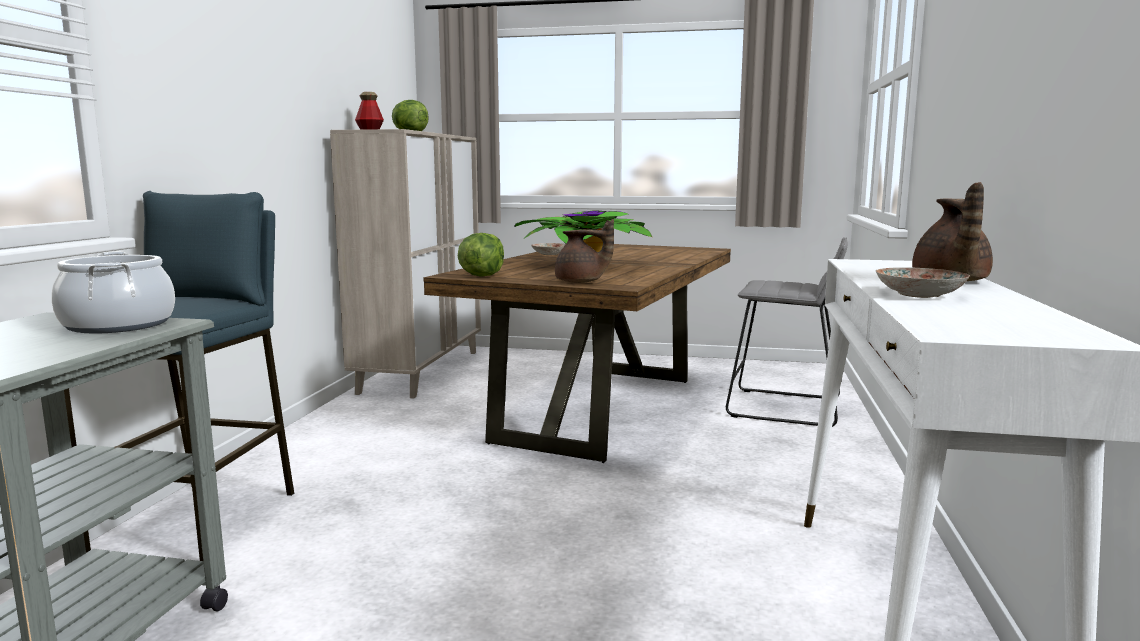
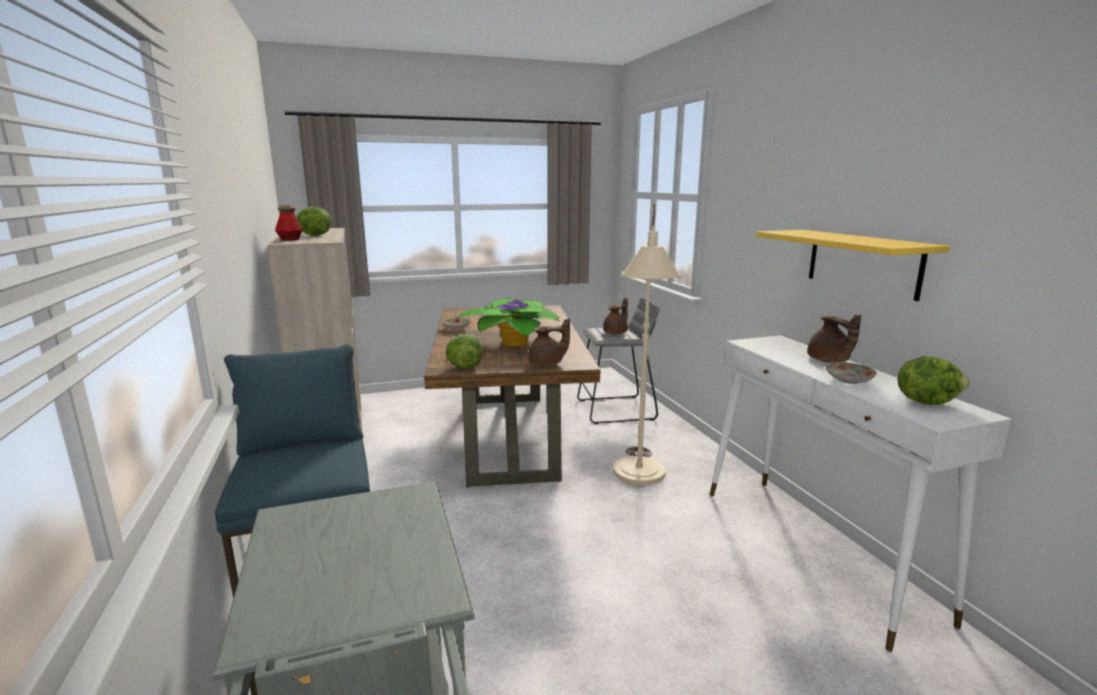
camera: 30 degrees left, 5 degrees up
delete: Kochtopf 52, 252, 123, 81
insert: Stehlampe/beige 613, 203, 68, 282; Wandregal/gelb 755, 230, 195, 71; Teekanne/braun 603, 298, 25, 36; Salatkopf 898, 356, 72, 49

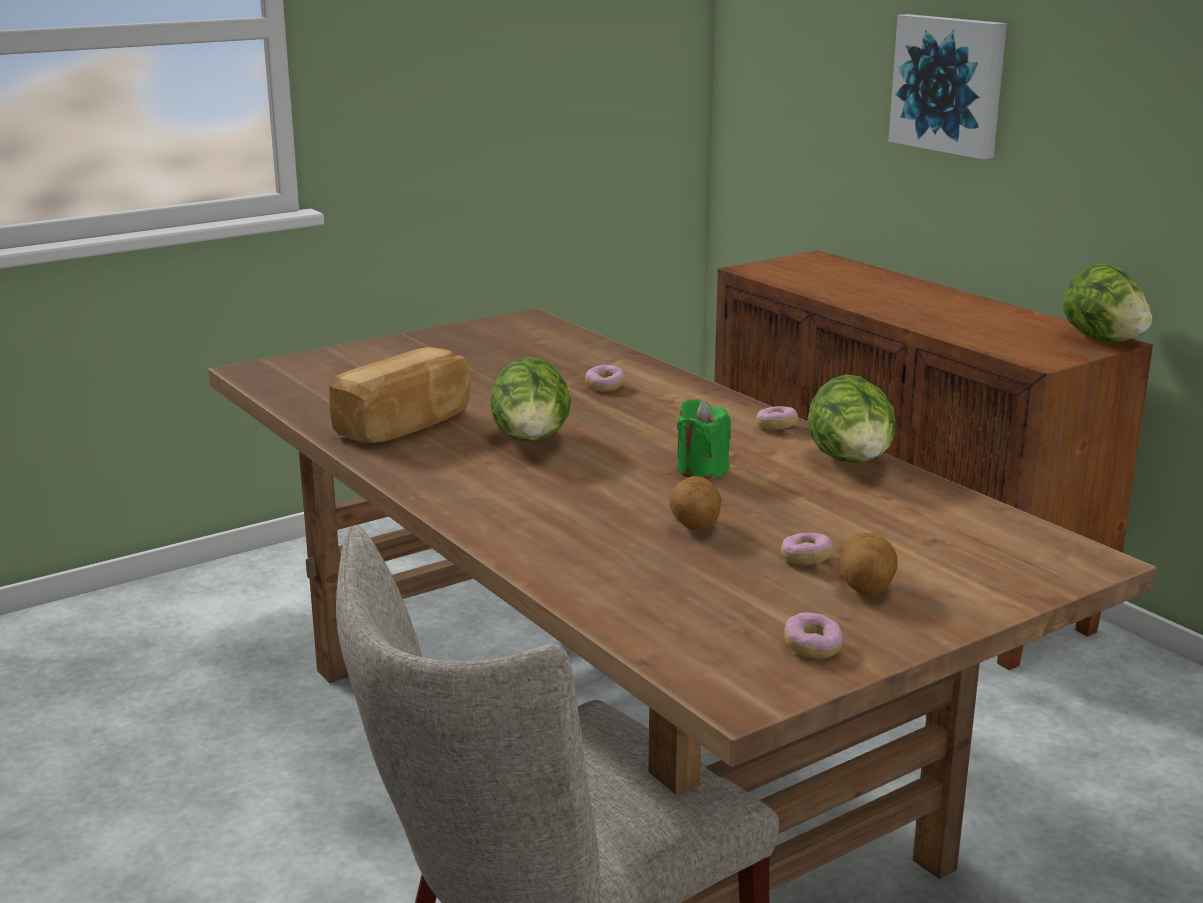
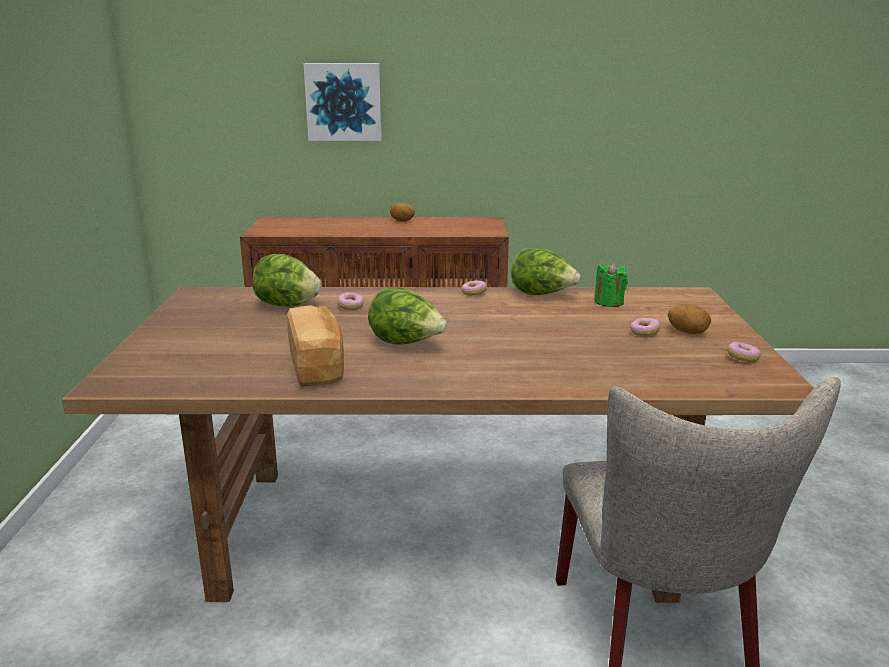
camera: 55 degrees left, 0 degrees up
move: Salatkopf 1063, 264, 89, 79 to 253, 254, 68, 52; Kerze/grün 677, 399, 54, 80 to 594, 262, 34, 45; Kartoffel 669, 476, 53, 54 to 390, 203, 25, 19

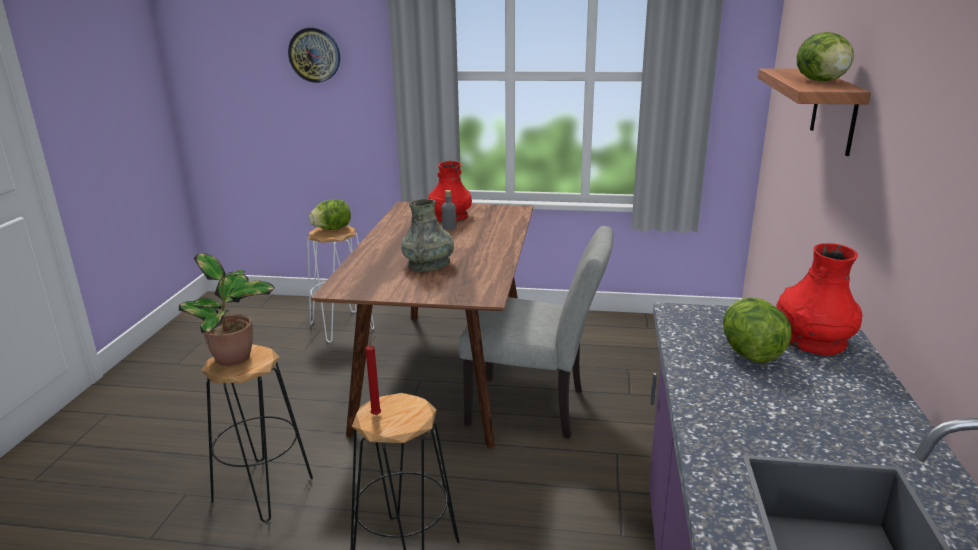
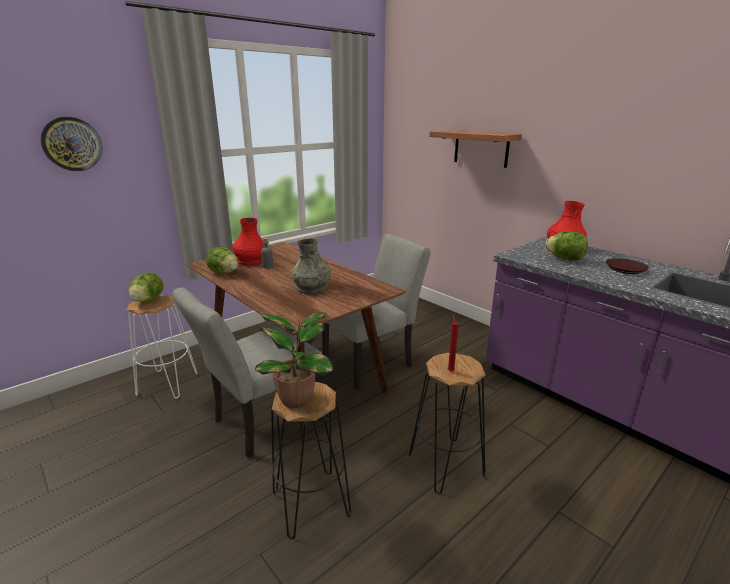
camera: 50 degrees left, 0 degrees up
insert: Teller/braun 606, 258, 43, 16; Stuhl/grau 172, 287, 152, 171
move: Salatkopf 797, 32, 56, 50 to 206, 247, 32, 27

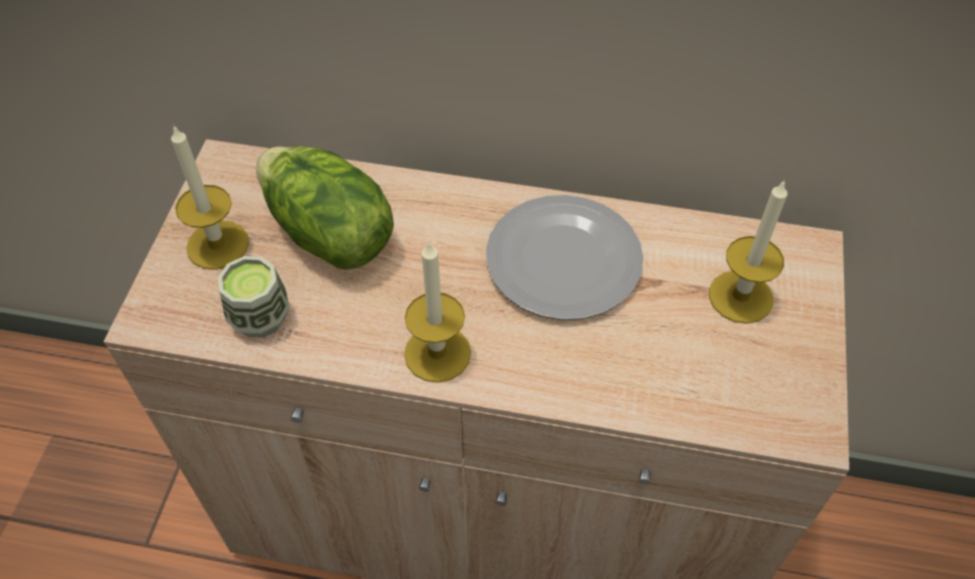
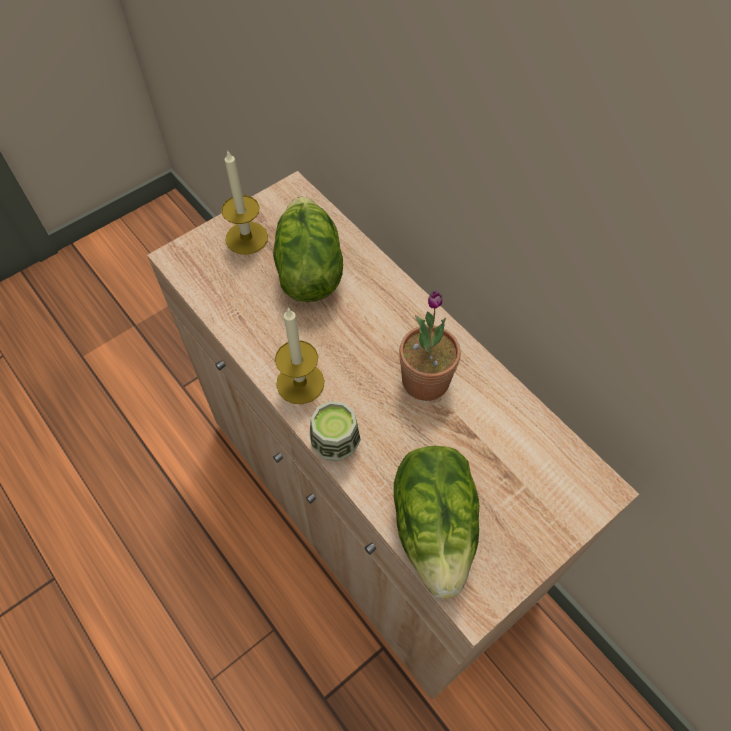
camera: 40 degrees right, 5 degrees up
delete: Kerze 709, 179, 78, 145
insert: Salatkopf 394, 446, 85, 152
move: Tasse 218, 256, 71, 82 to 310, 401, 51, 60
replace: Teller 486, 195, 158, 125 to Topfpflanze 399, 290, 62, 111

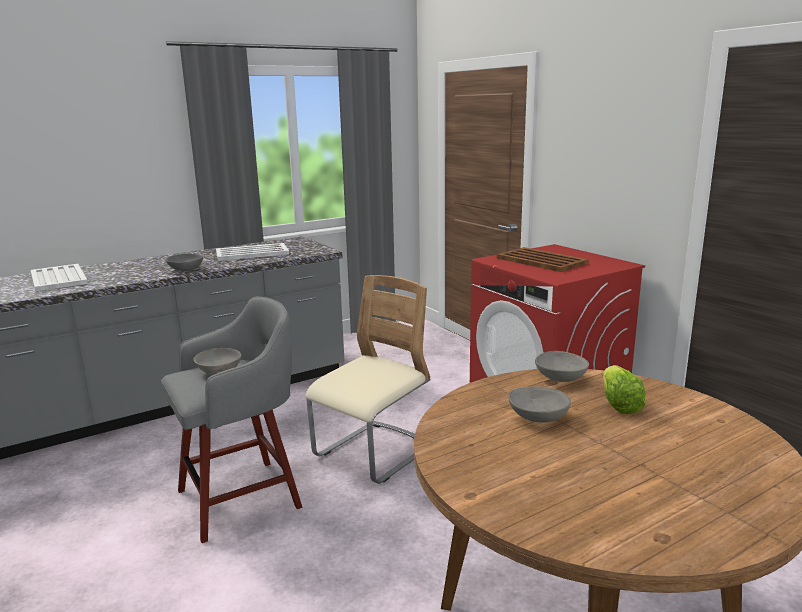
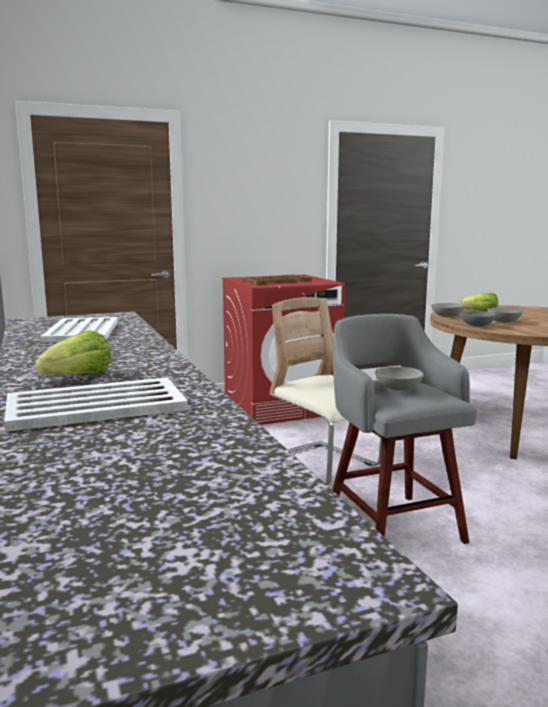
camera: 80 degrees left, 5 degrees down
insert: Salatkopf 36, 330, 75, 45
move: Schüssel/grau 166, 254, 37, 17 to 460, 311, 36, 15

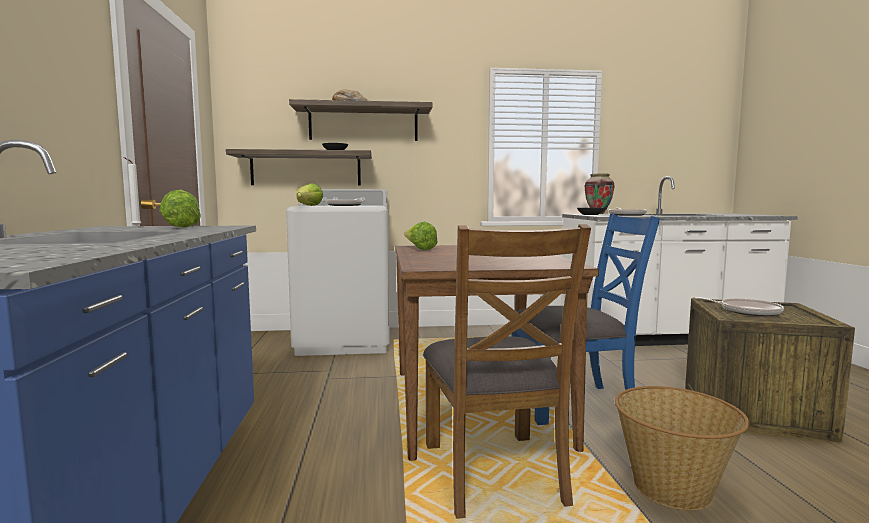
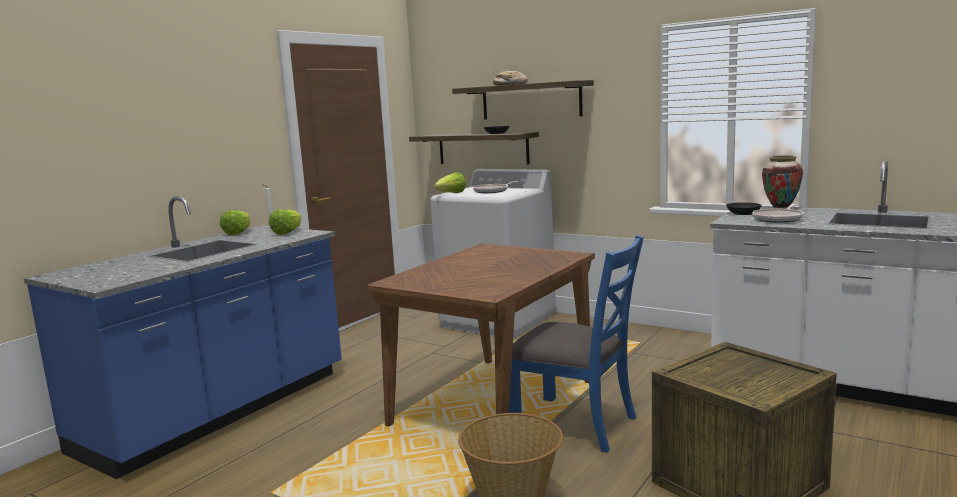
camera: 40 degrees right, 5 degrees up
delete: Stuhl/braun 423, 224, 168, 295; Pfanne 692, 297, 92, 19
move: Salatkopf 404, 221, 33, 29 to 220, 210, 30, 25

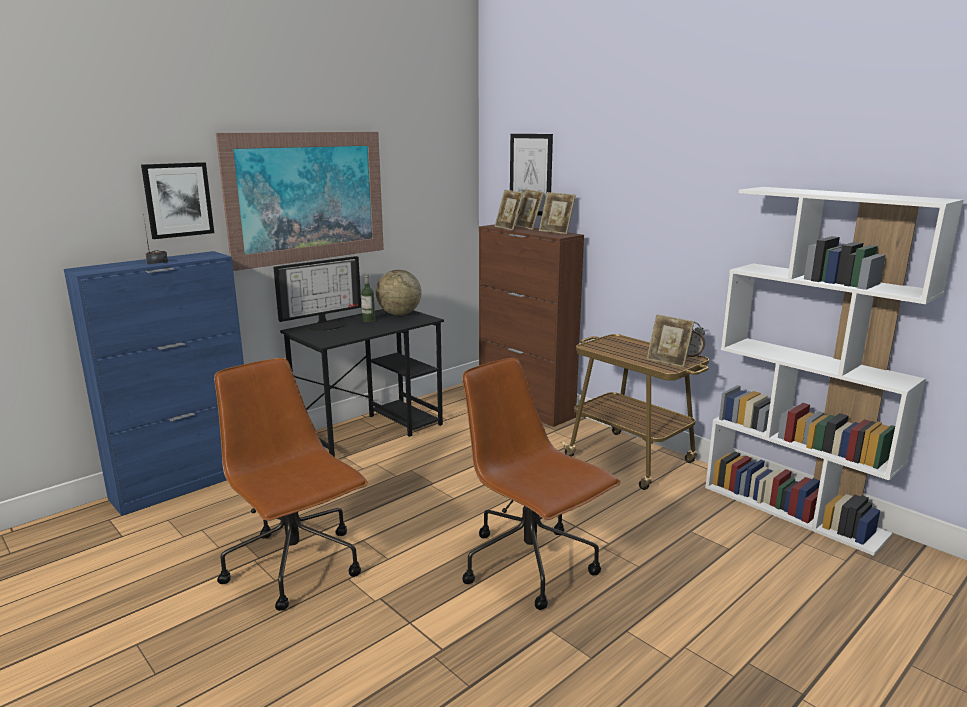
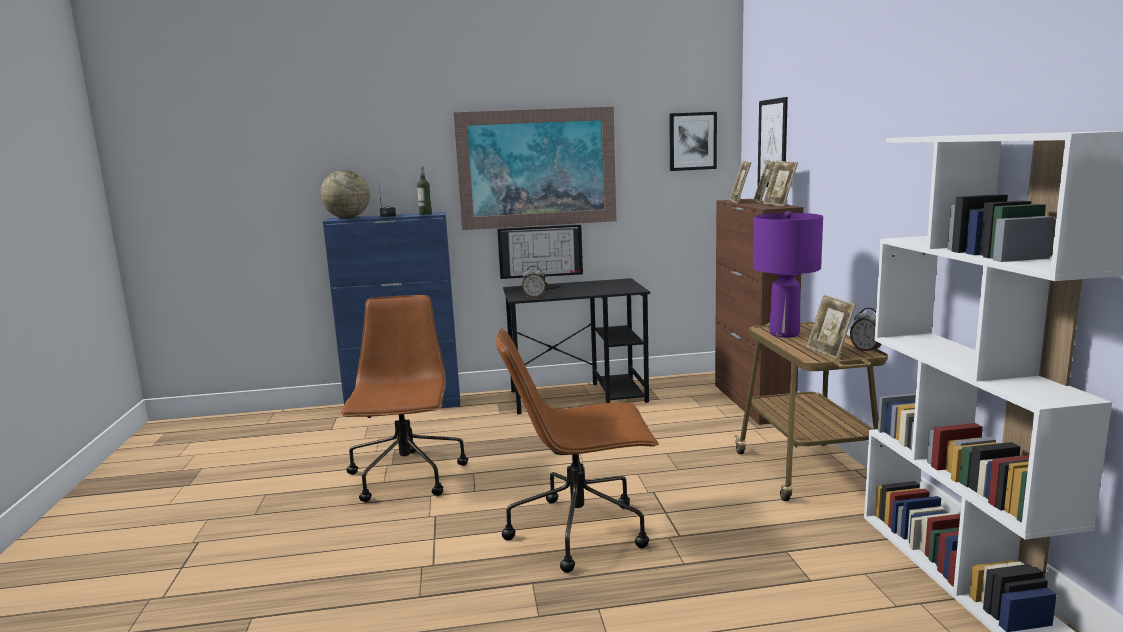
camera: 35 degrees right, 5 degrees down
insert: Tischlampe/lila 753, 211, 70, 127; Wecker 522, 266, 24, 32
move: Bild 141, 162, 73, 77 to 669, 112, 48, 59; Globus 376, 270, 46, 45 to 320, 170, 50, 48; Flasche 361, 275, 14, 47 to 417, 166, 15, 49
rotate: Bürostuhl/braun 462, 358, 158, 252 = 496, 328, 163, 245 90 degrees counterclockwise

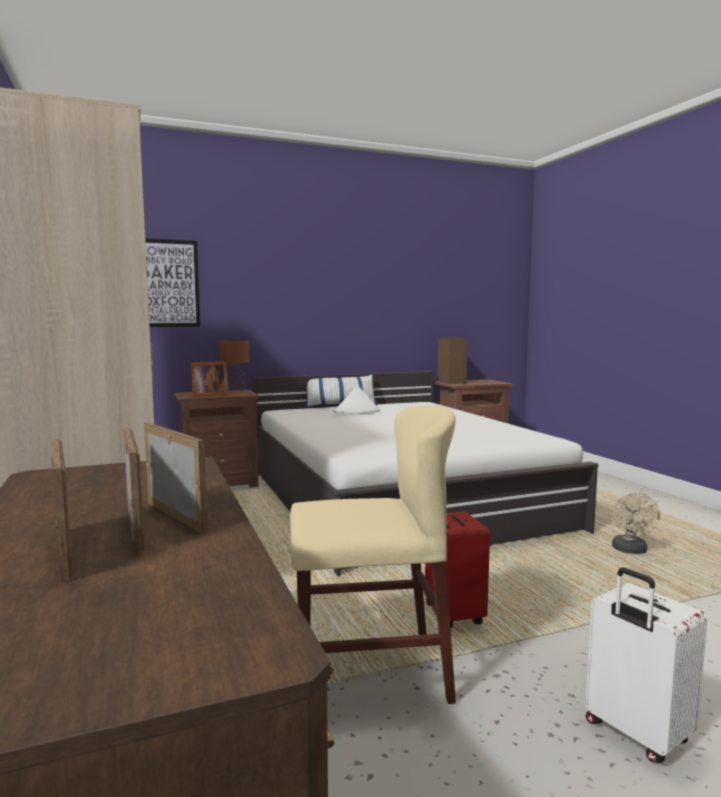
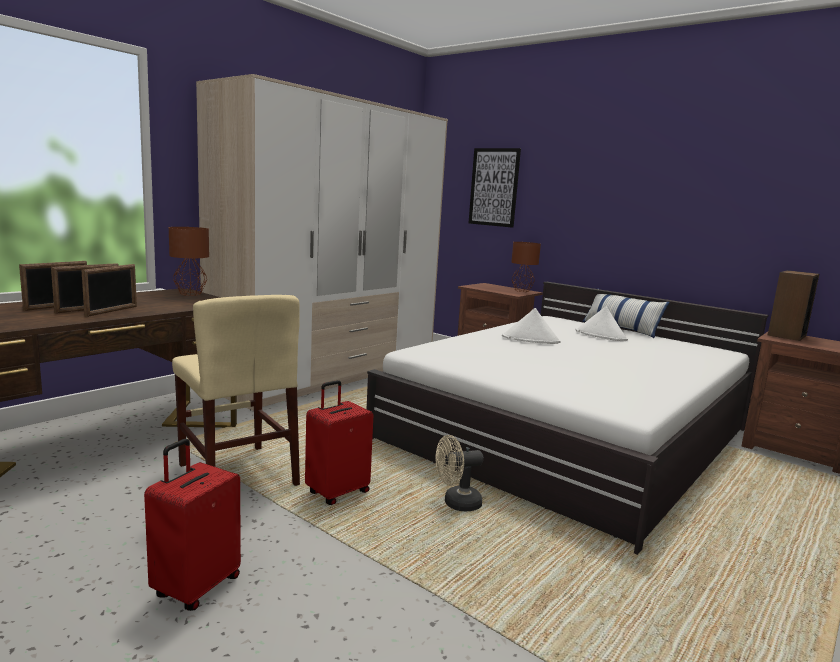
camera: 60 degrees right, 5 degrees up
delete: Bilderrahmen 191, 362, 37, 35
insert: Tischlampe/braun 169, 227, 40, 69; Hut/weiß 502, 308, 59, 36
move: Ventilator/beige 612, 493, 48, 61 to 435, 435, 49, 76
recolor: Koffer/weiß 586, 567, 121, 196 to Koffer/rot 144, 439, 97, 172

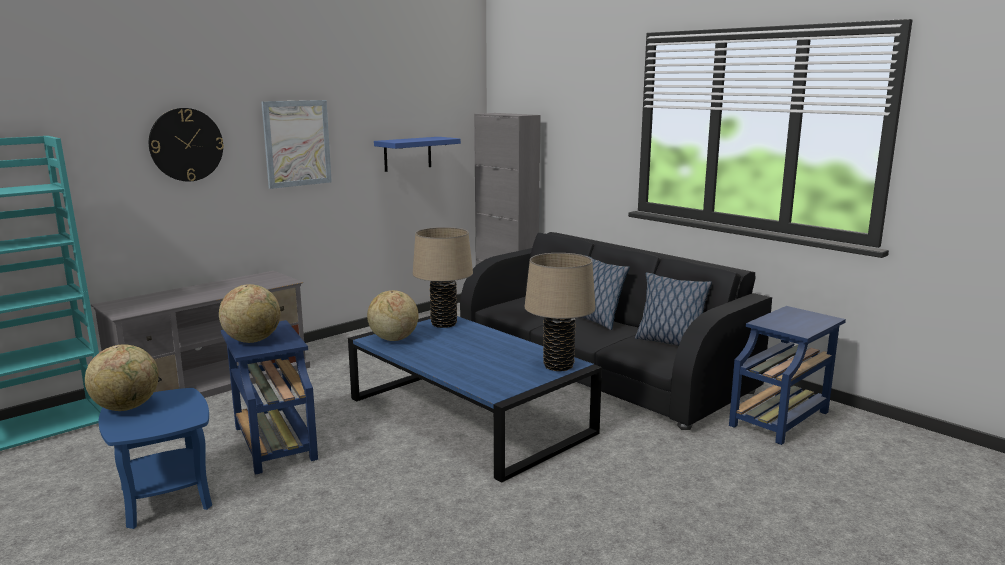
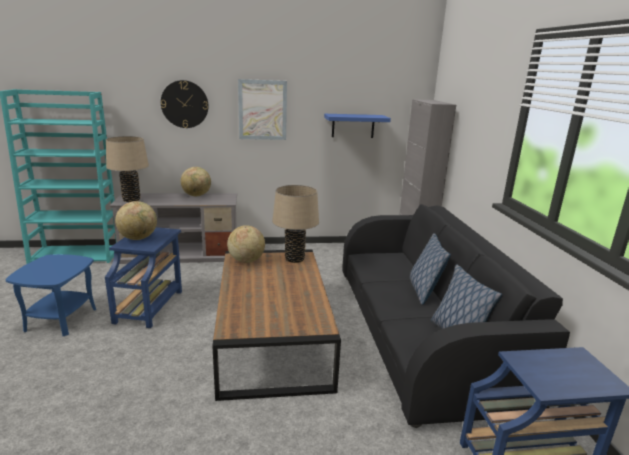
camera: 35 degrees right, 5 degrees up
move: Tischlampe/beige 525, 253, 71, 118 to 106, 136, 43, 66; Globus 85, 344, 74, 67 to 181, 167, 30, 29
recolor: Couchtisch/blau 348, 316, 254, 167 to Couchtisch/braun 212, 250, 129, 151

